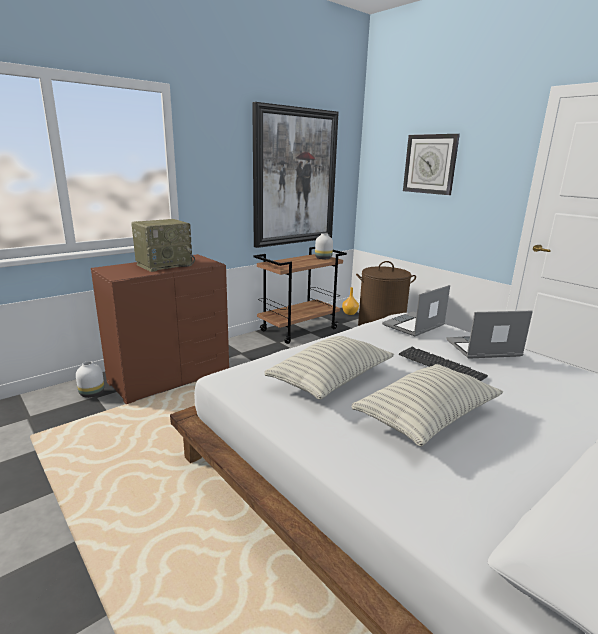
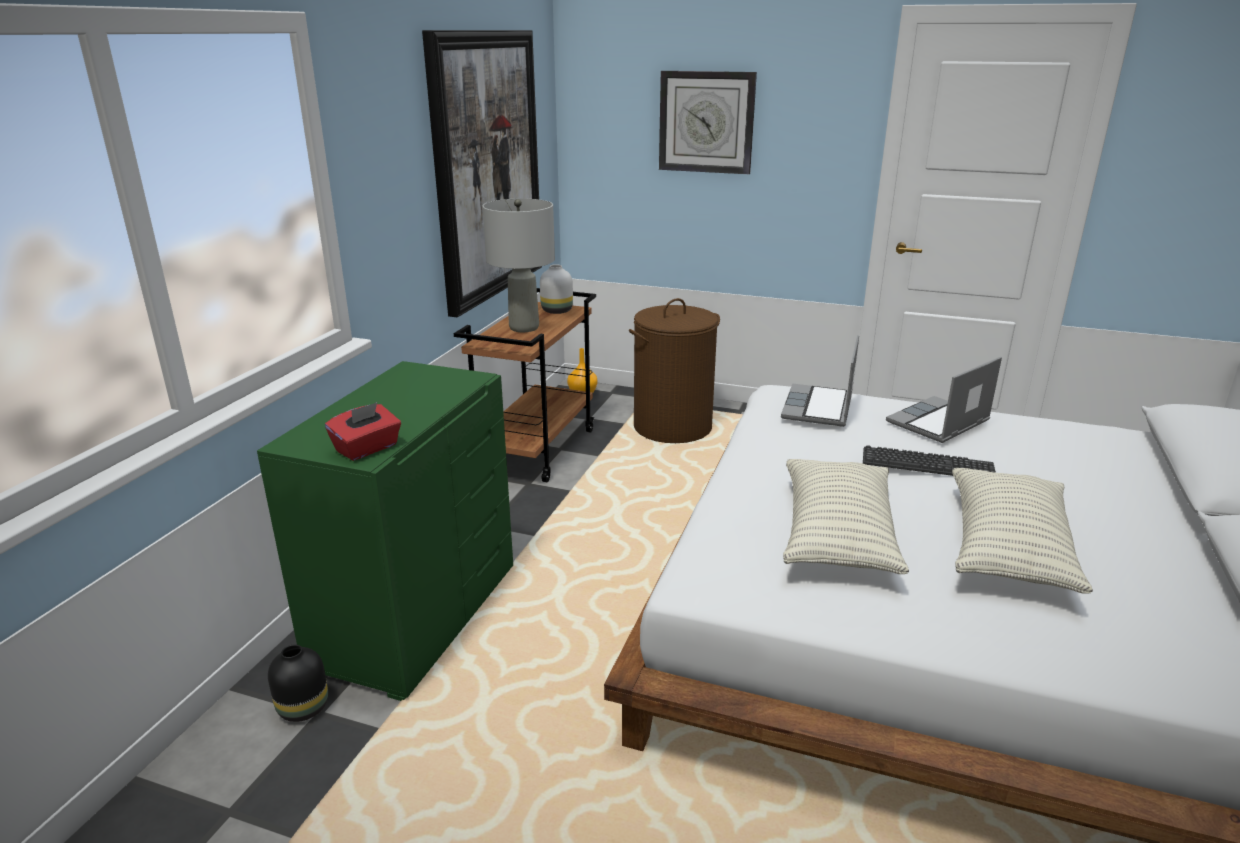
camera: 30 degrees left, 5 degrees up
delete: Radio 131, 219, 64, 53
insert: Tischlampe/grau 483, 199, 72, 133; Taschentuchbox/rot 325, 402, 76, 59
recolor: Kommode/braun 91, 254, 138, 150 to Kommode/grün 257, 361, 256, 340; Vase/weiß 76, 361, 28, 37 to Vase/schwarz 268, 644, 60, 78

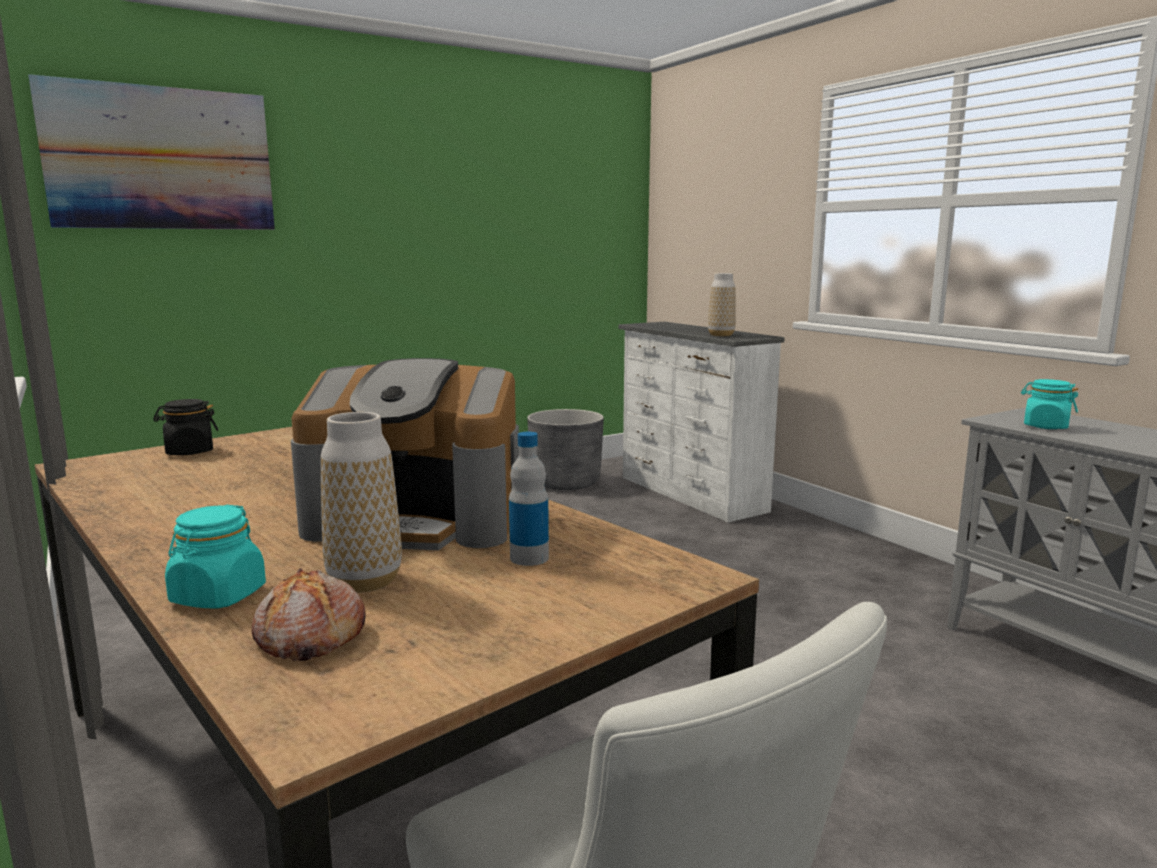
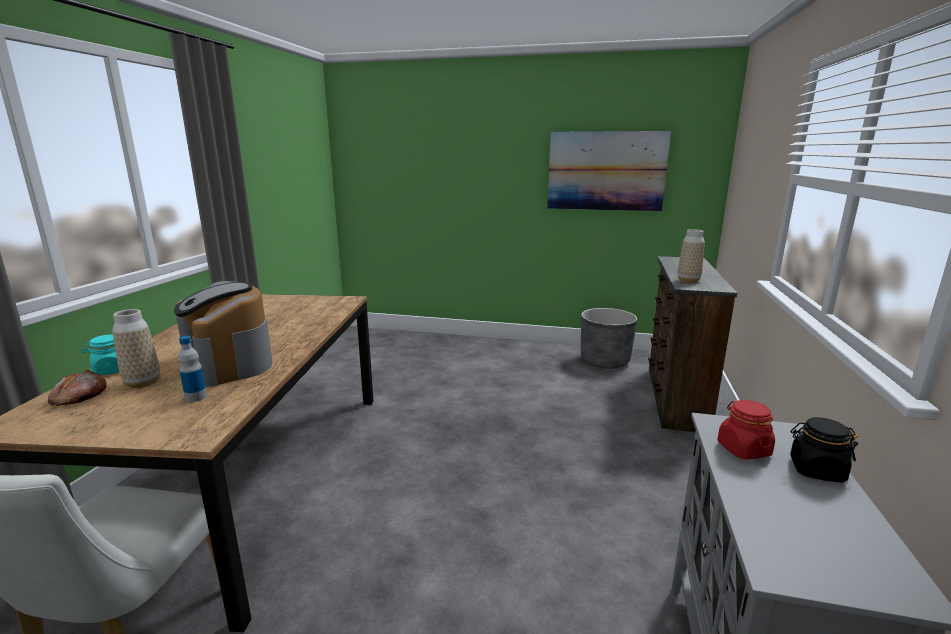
camera: 45 degrees right, 5 degrees up
move: Bild 28, 74, 247, 156 to 547, 131, 124, 81; Vorratsglas/schwarz 153, 399, 65, 56 to 790, 417, 68, 66
recolor: Kommode/weiß 619, 322, 166, 200 to Kommode/braun 648, 256, 89, 176; Vorratsglas/türkis 1021, 379, 57, 50 to Vorratsglas/rot 717, 400, 58, 60

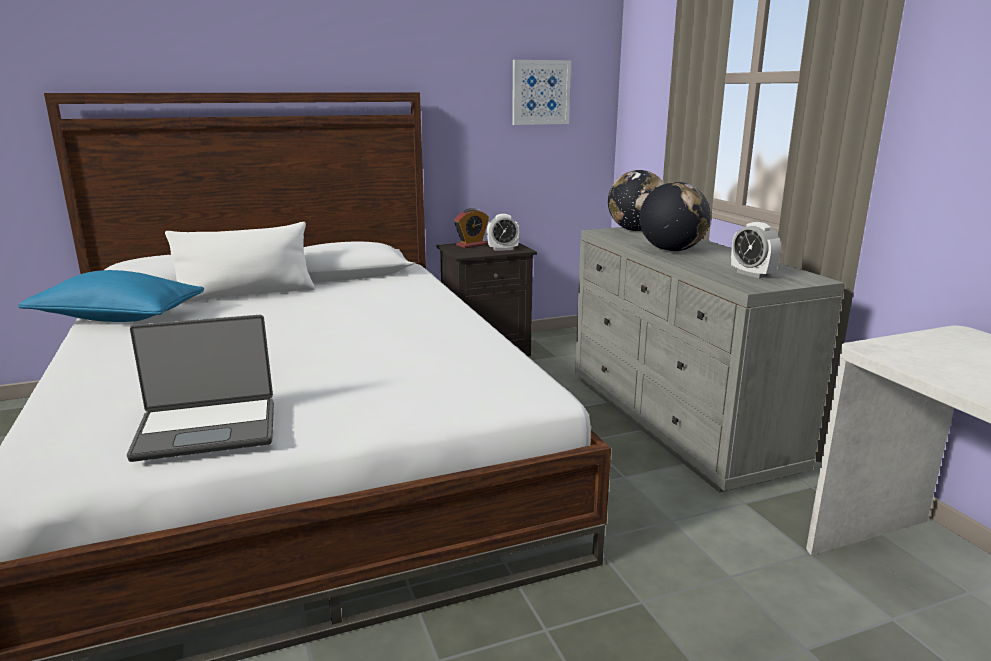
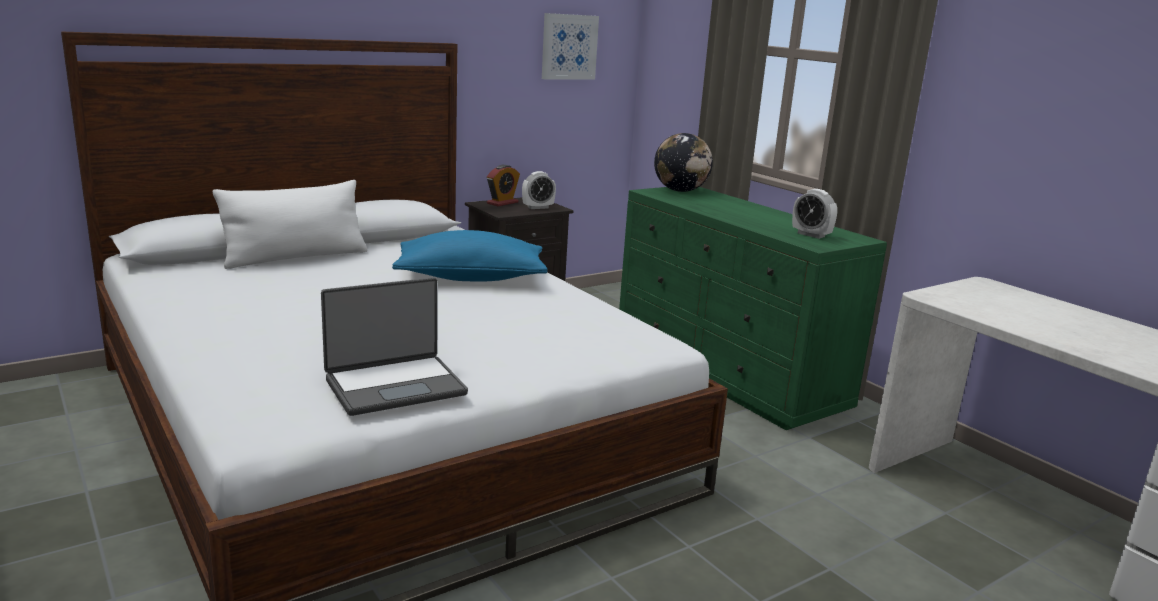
camera: 15 degrees left, 0 degrees up
delete: Globus 640, 182, 71, 70
move: Kissen/blau 18, 270, 186, 52 to 392, 230, 156, 52
recolor: Kommode/grau 575, 227, 270, 266 to Kommode/grün 619, 187, 268, 243

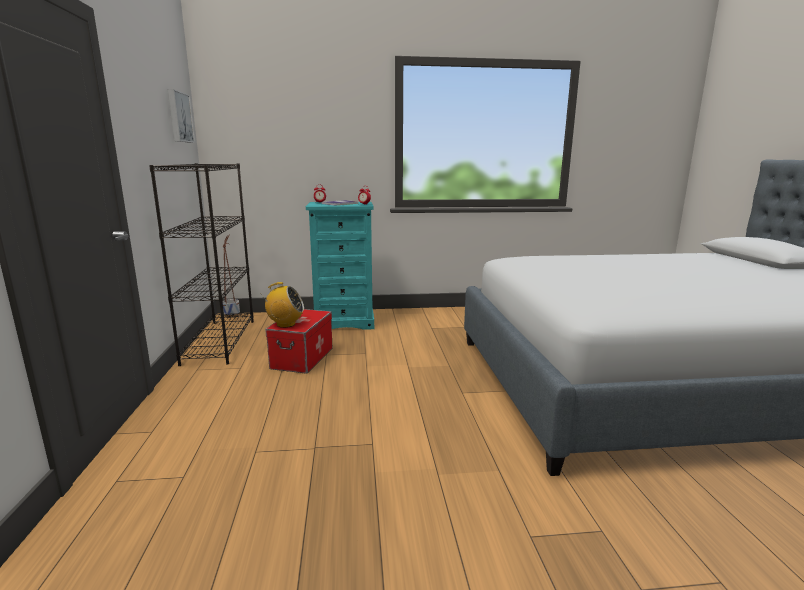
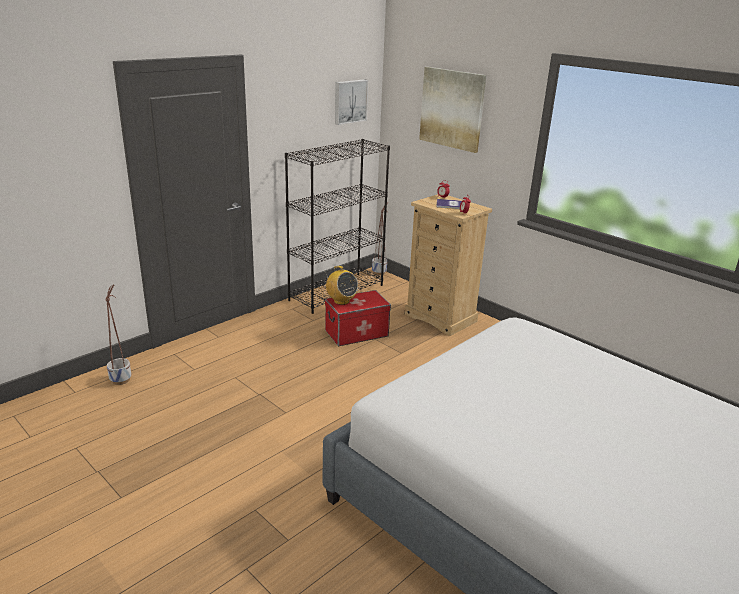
camera: 50 degrees right, 10 degrees up
insert: Bild 419, 67, 67, 86; Pflanzkübel 105, 284, 26, 101
recolor: Kommode/türkis 306, 202, 68, 128 to Kommode/beige 405, 194, 87, 142

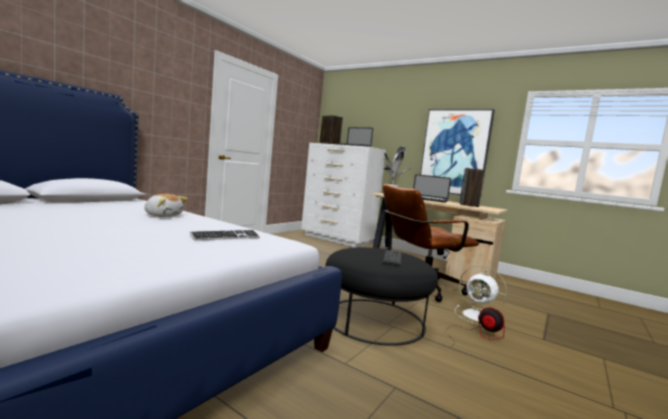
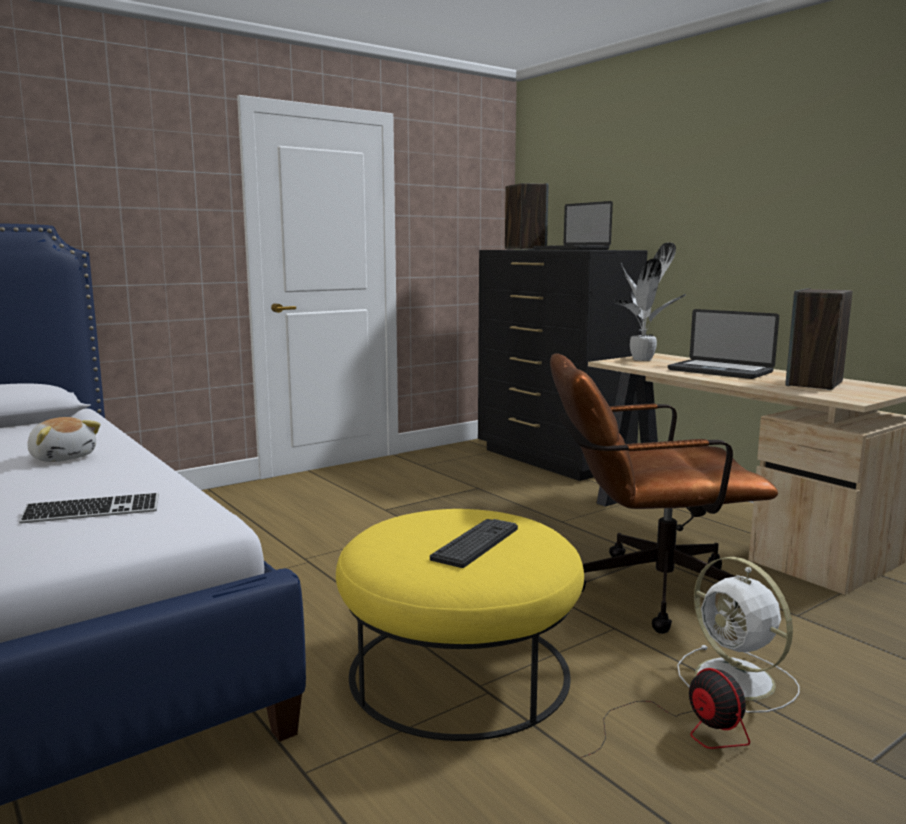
camera: 20 degrees right, 5 degrees up
delete: Bild 420, 109, 75, 86
recolor: Kommode/weiß 301, 143, 85, 104 to Kommode/schwarz 478, 250, 170, 231; Polsterhocker/schwarz 325, 247, 113, 99 to Polsterhocker/gelb 336, 509, 248, 232

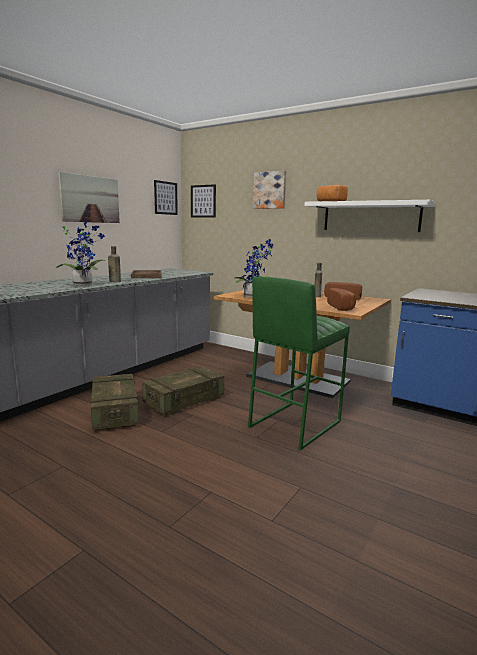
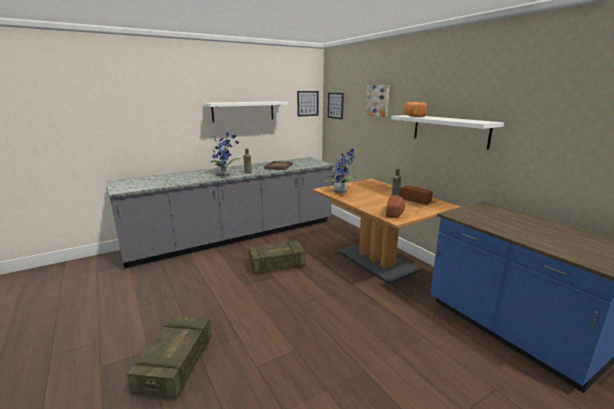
camera: 25 degrees right, 5 degrees up
delete: Hocker/grün 248, 277, 102, 173
move: Kiste 91, 374, 48, 57 to 127, 316, 85, 83
replace: Bild 58, 172, 62, 51 to Wandregal/weiß 204, 101, 84, 21

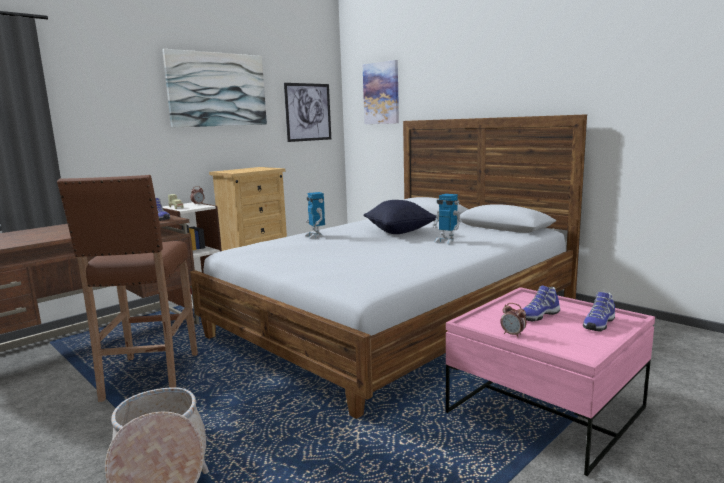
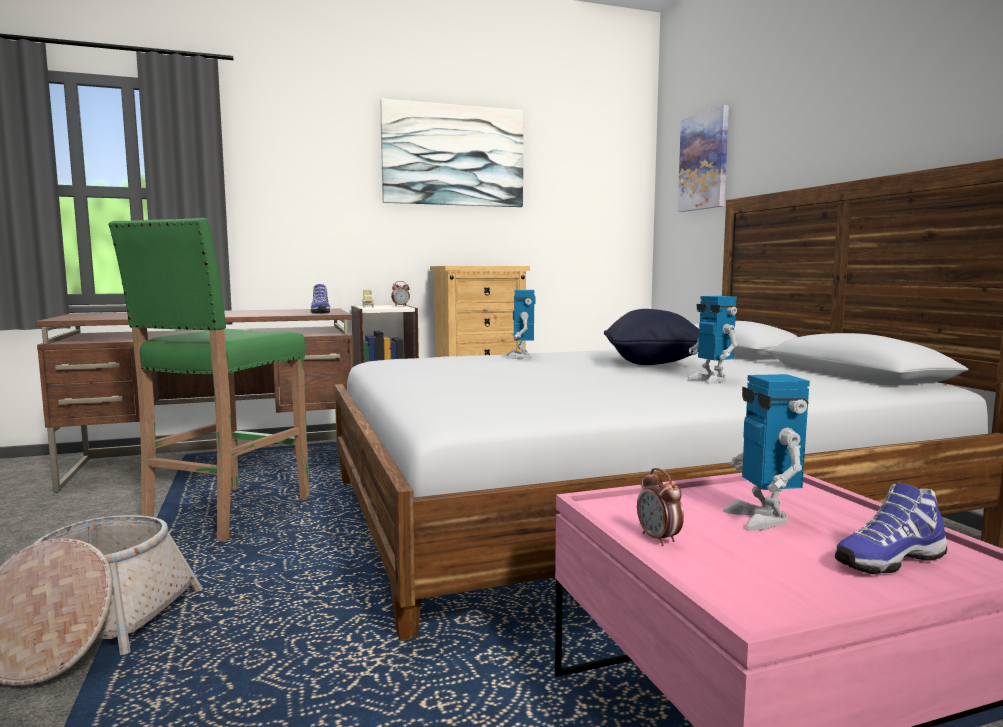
camera: 25 degrees right, 5 degrees down
delete: Bild 284, 83, 47, 59
replace: Schuh 523, 285, 37, 37 to Spielzeugroboter 723, 374, 87, 157
recolor: Hocker/braun 57, 175, 141, 227 to Hocker/grün 108, 218, 202, 323

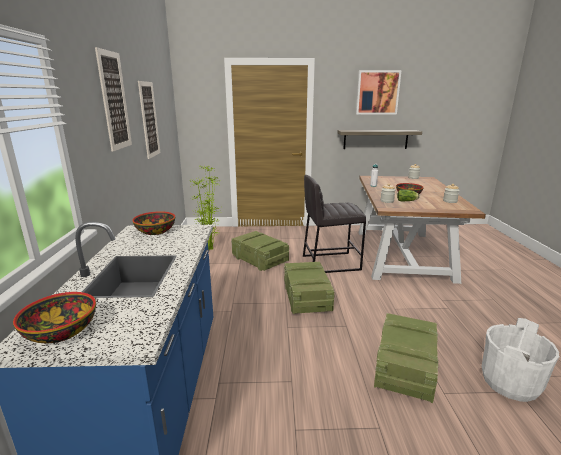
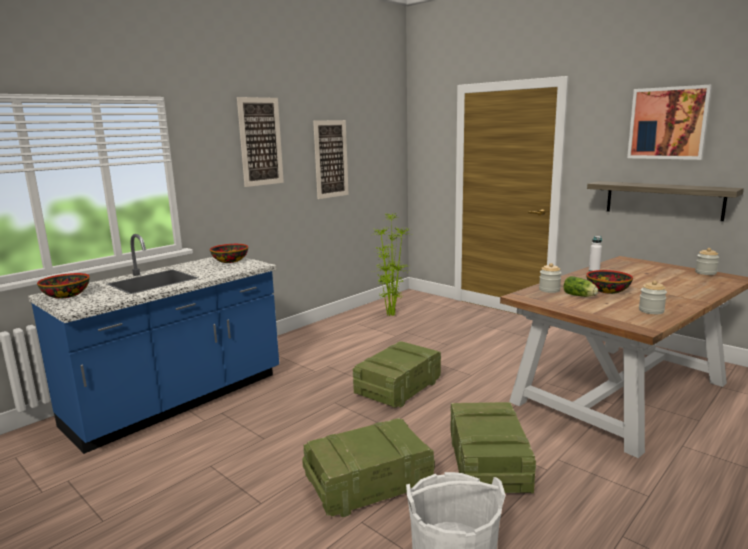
camera: 45 degrees right, 5 degrees down
delete: Hocker/grau 303, 175, 63, 98
move: Kiste 231, 231, 58, 40 to 451, 402, 85, 91

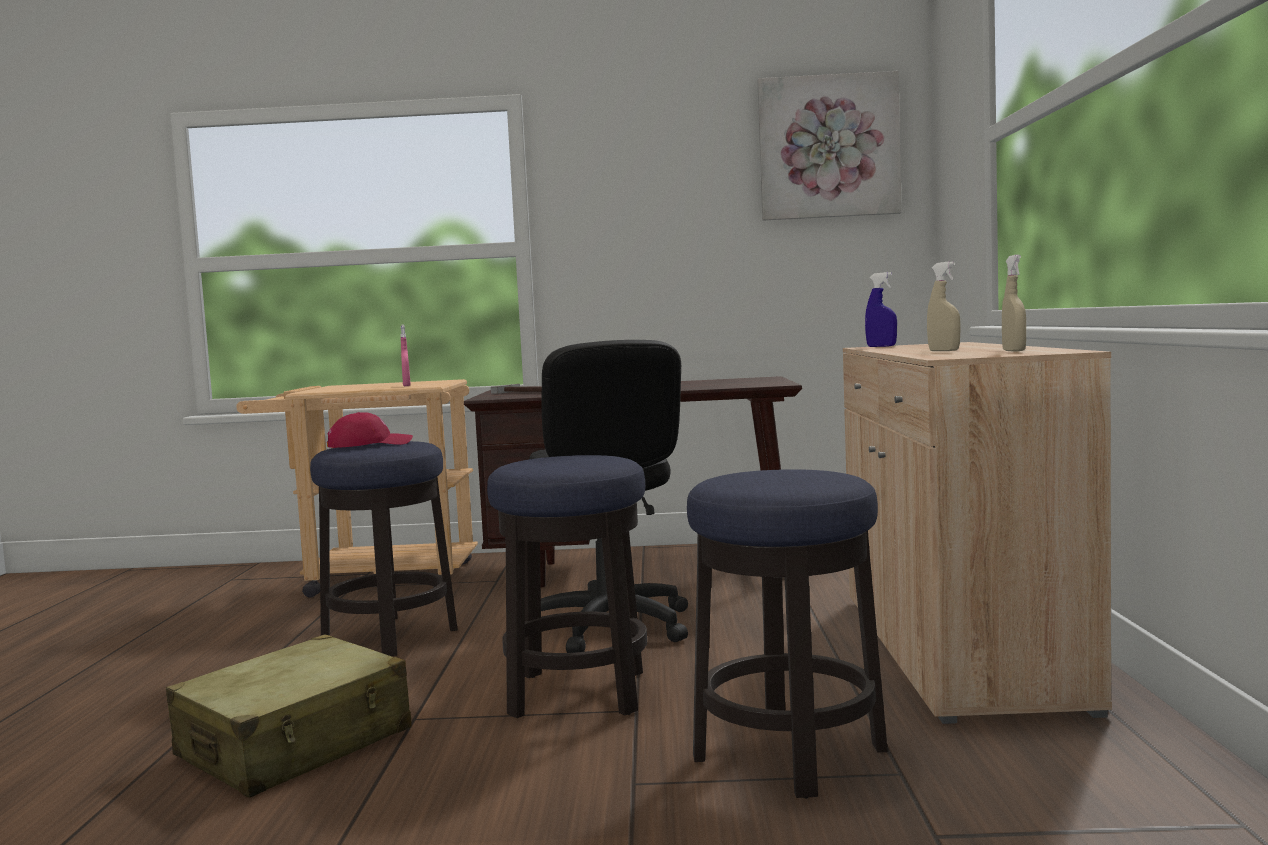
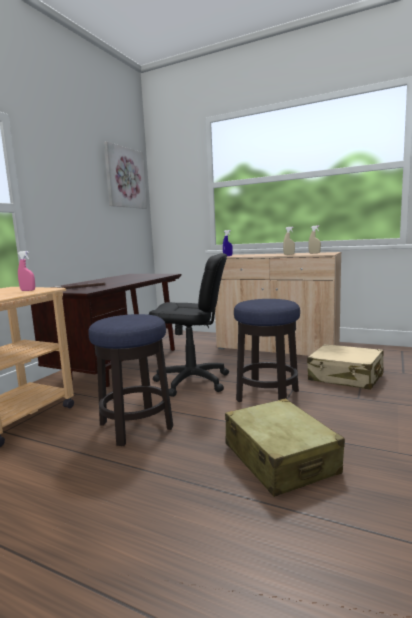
camera: 65 degrees left, 5 degrees up
delete: Kappe/rot 327, 412, 86, 36
replace: Hocker 687, 469, 201, 329 to Koffer/beige 307, 344, 77, 46

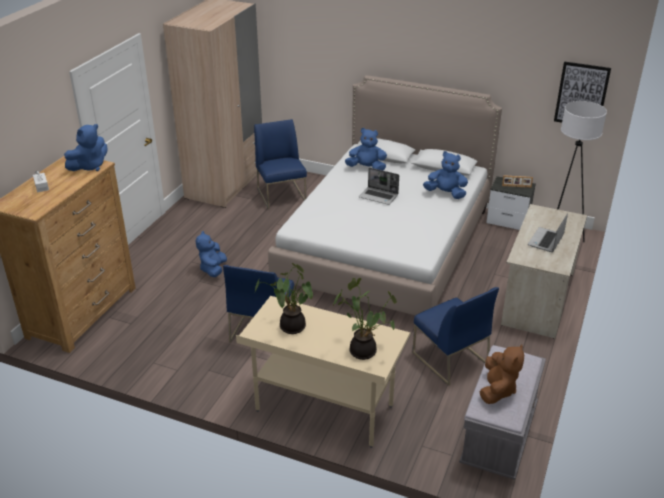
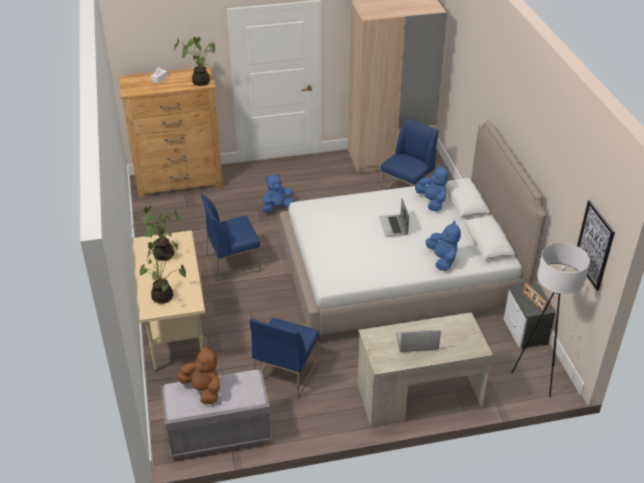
camera: 55 degrees right, 5 degrees up
replace: Plüschtier/blau 64, 124, 44, 47 to Topfpflanze 174, 37, 41, 49
rotate: Plüschtier/braun 480, 344, 44, 60 = 177, 345, 43, 59 120 degrees counterclockwise

